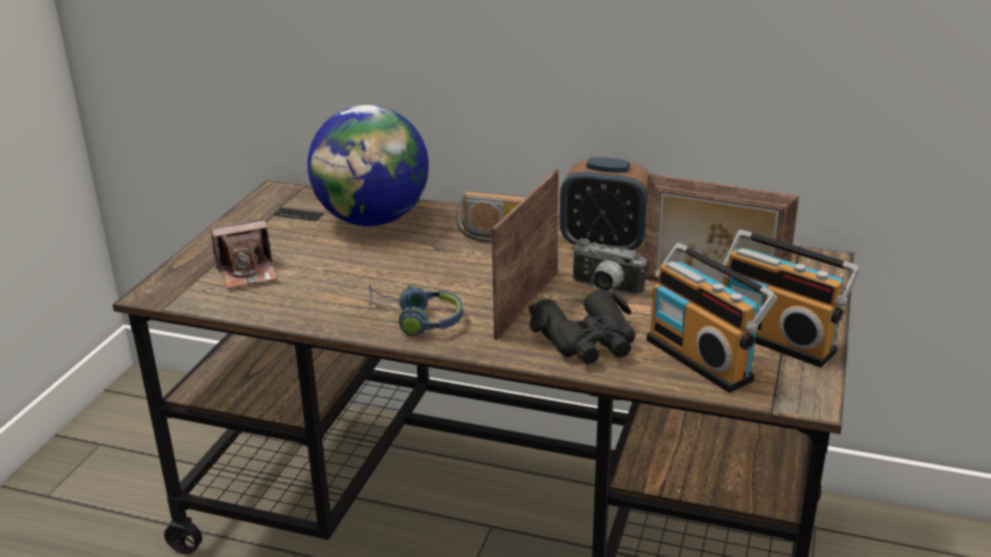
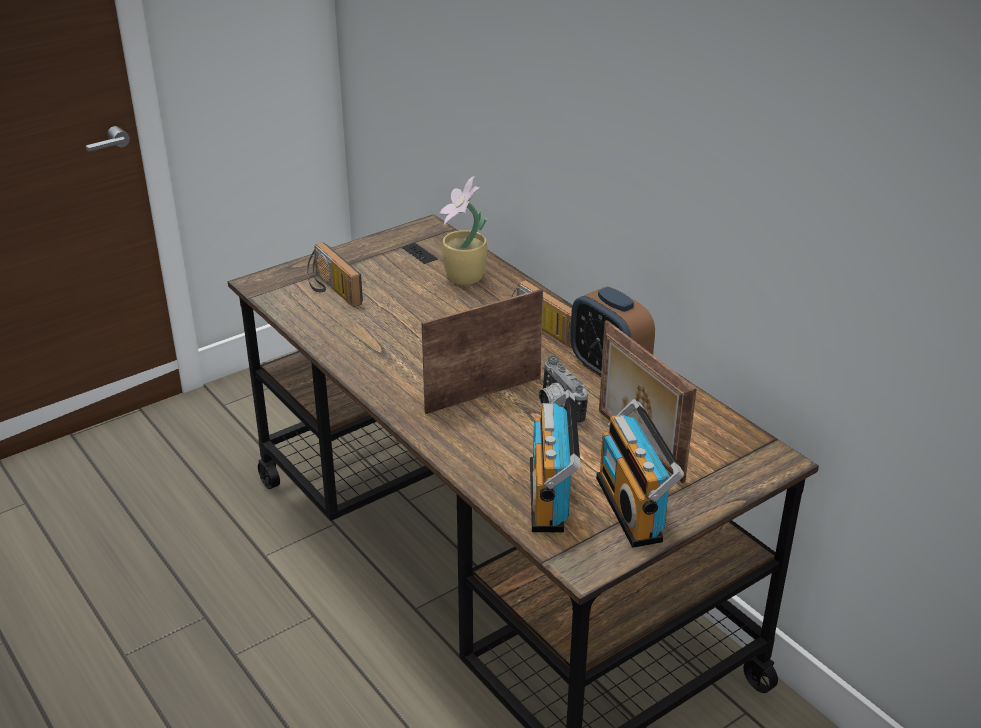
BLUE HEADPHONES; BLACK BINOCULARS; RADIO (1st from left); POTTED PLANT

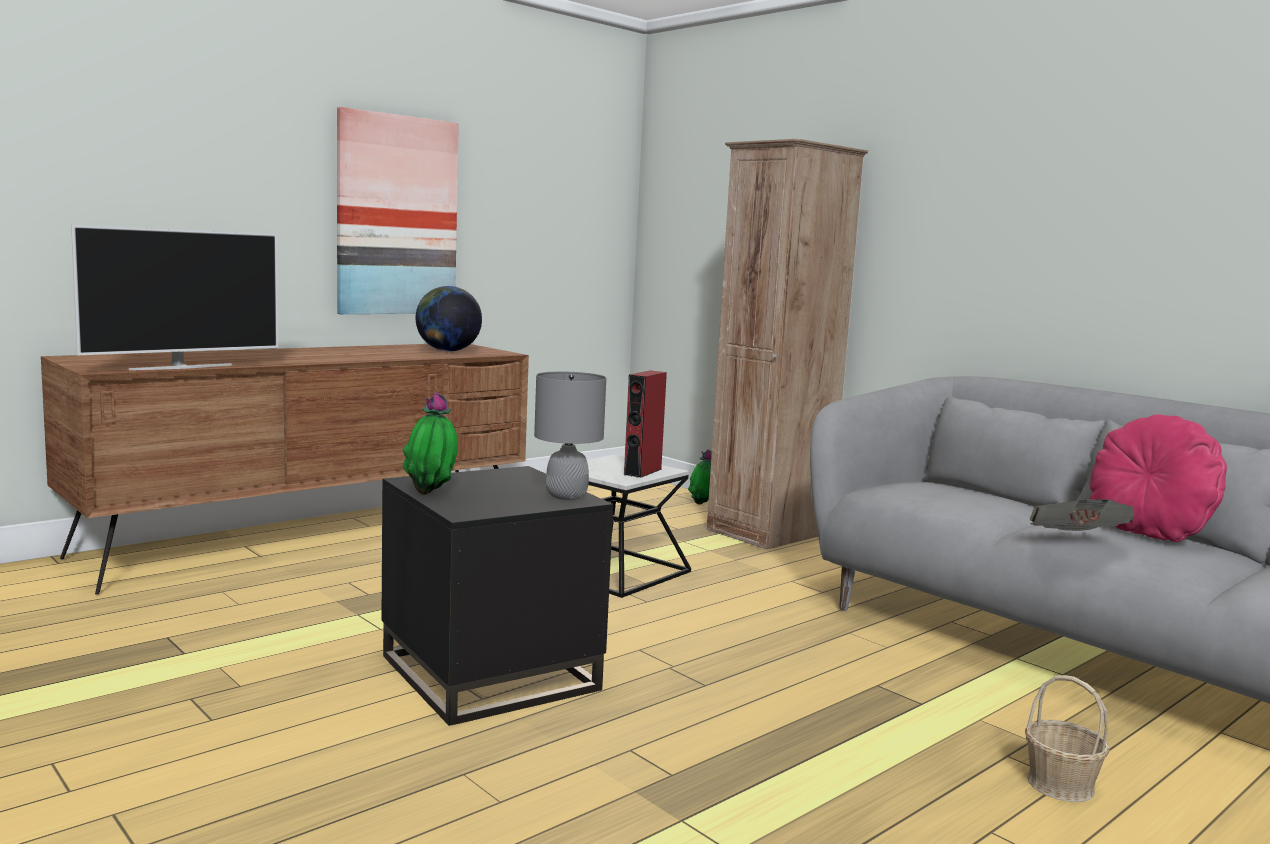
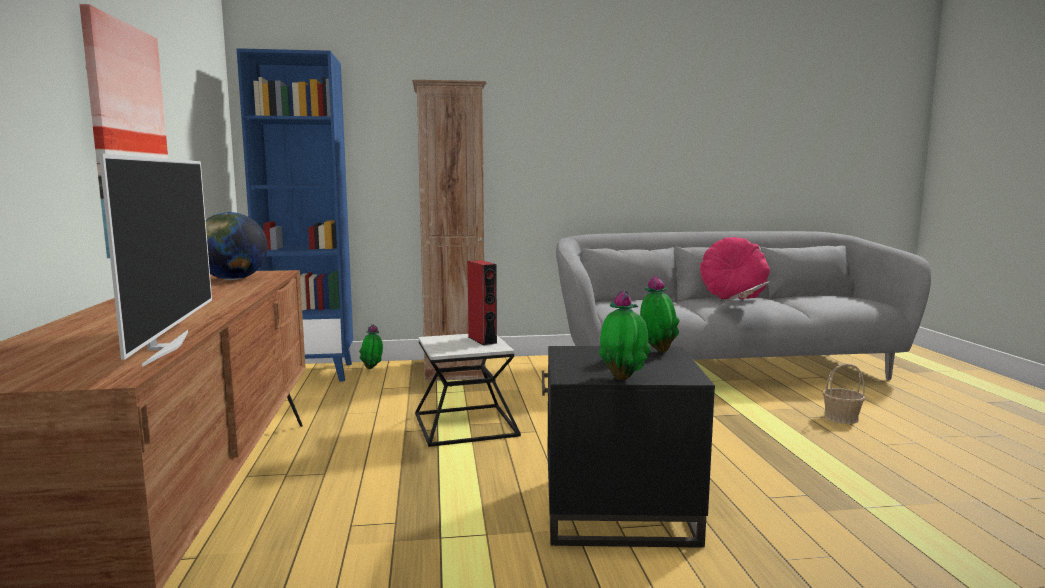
BLUE BOOKCASE; POTTED PLANT (3rd from left)

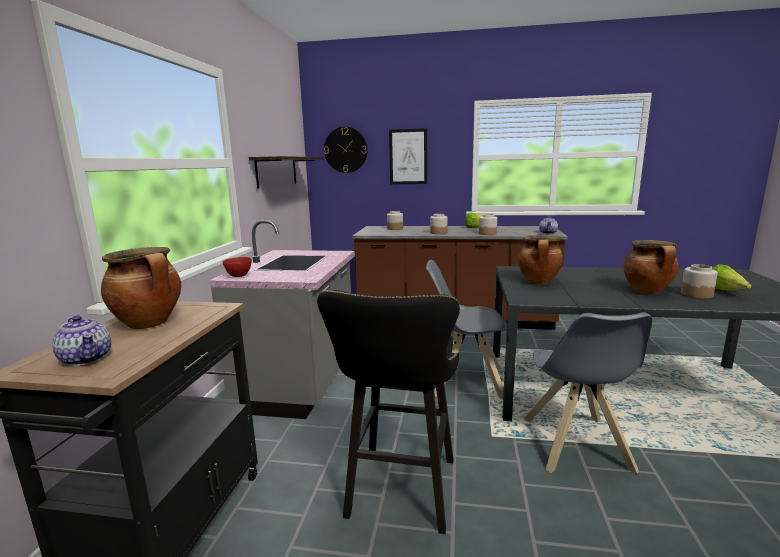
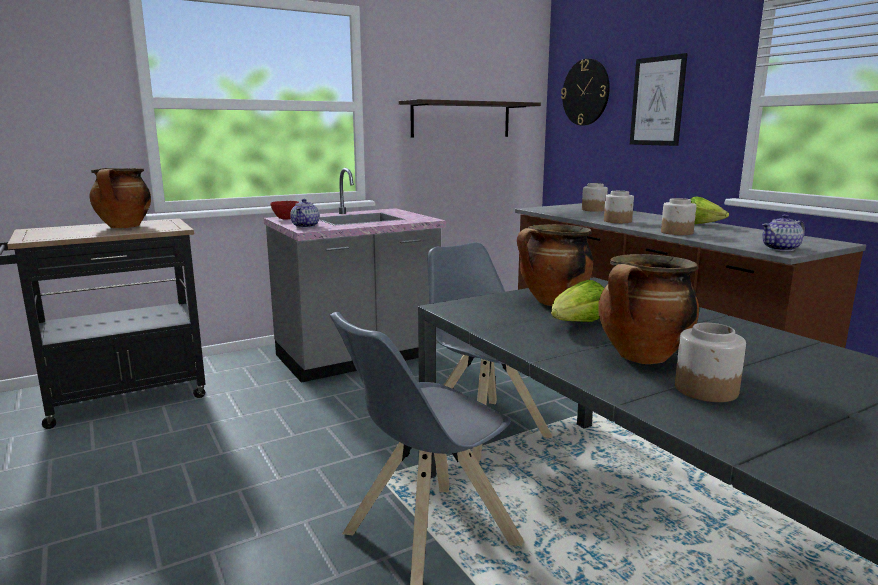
BLACK STOOL; TEAPOT (1st from left); LETTUCE (1st from left)

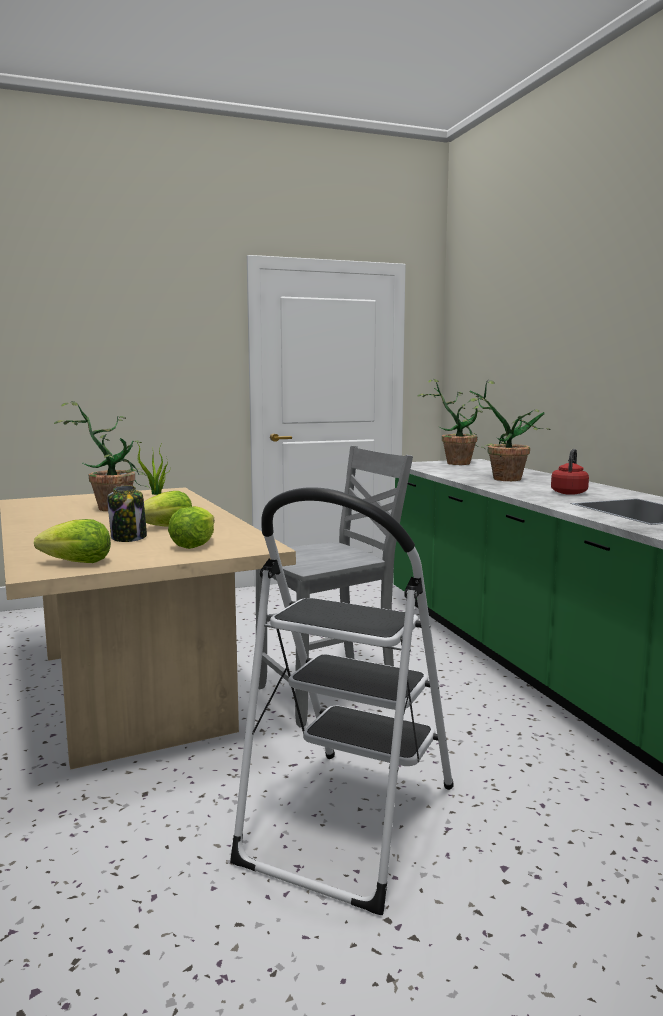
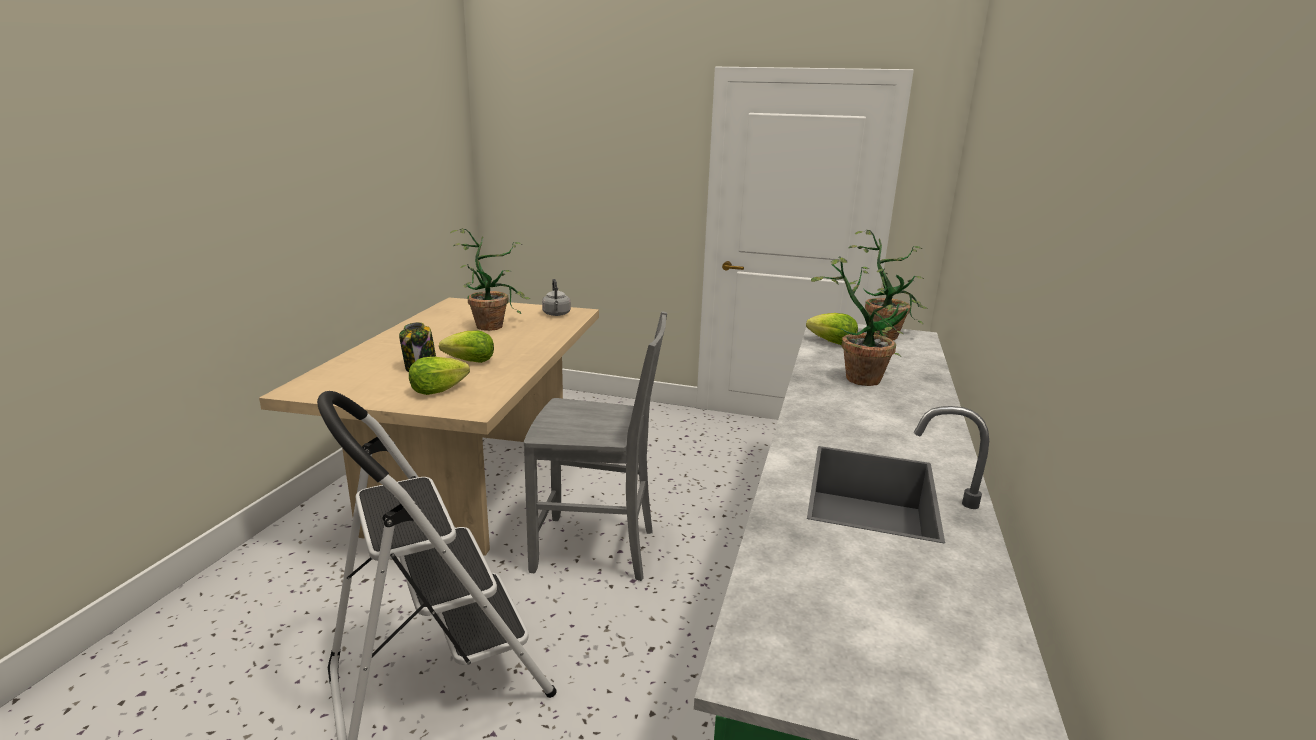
RED KETTLE; LETTUCE (3rd from left); GREY KETTLE

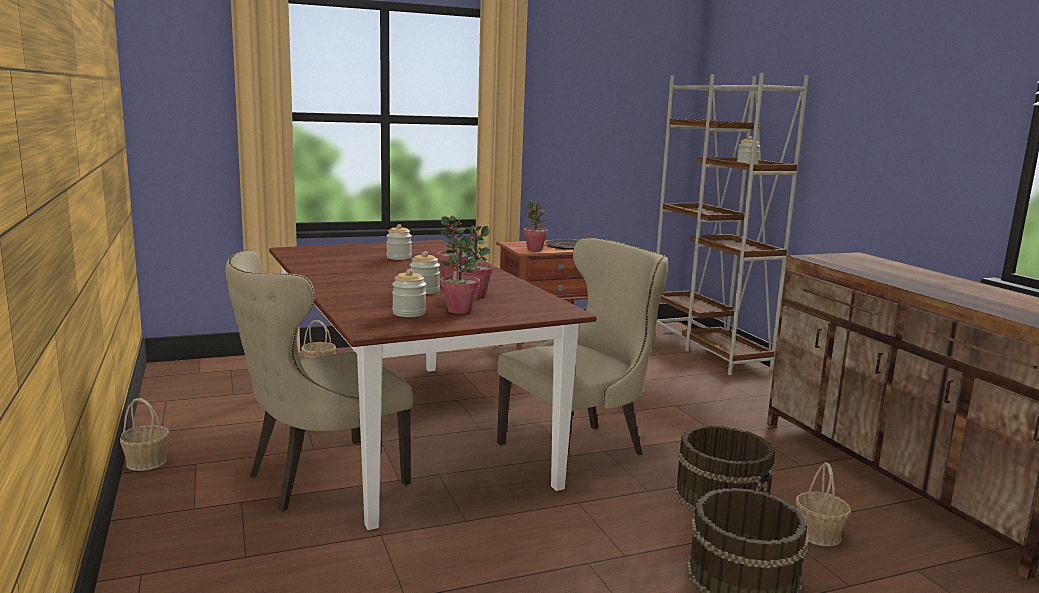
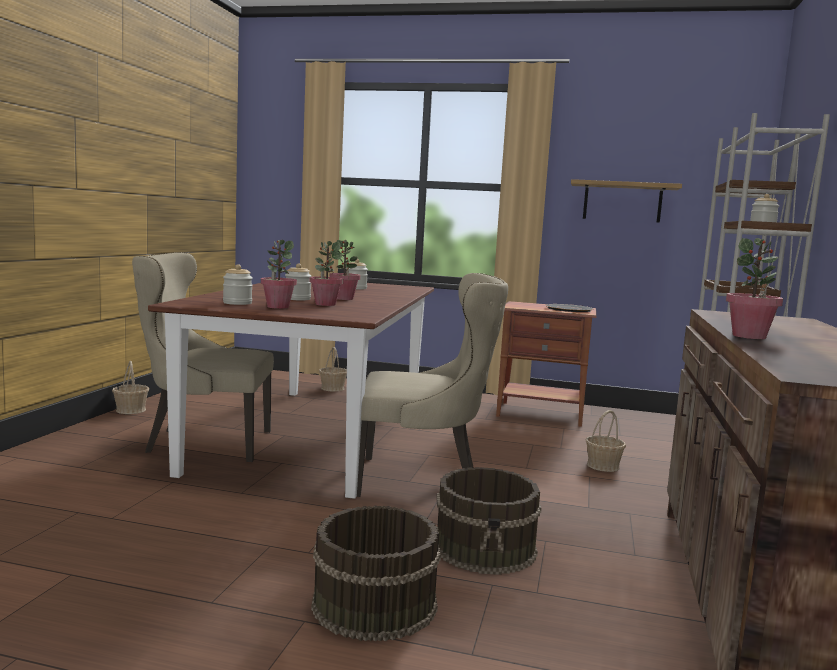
SHELF; POTTED PLANT (4th from left); BASKET (3rd from left)

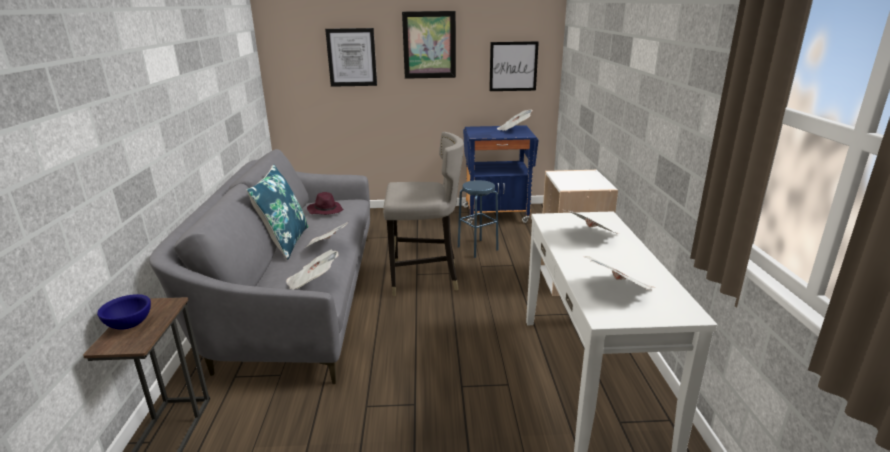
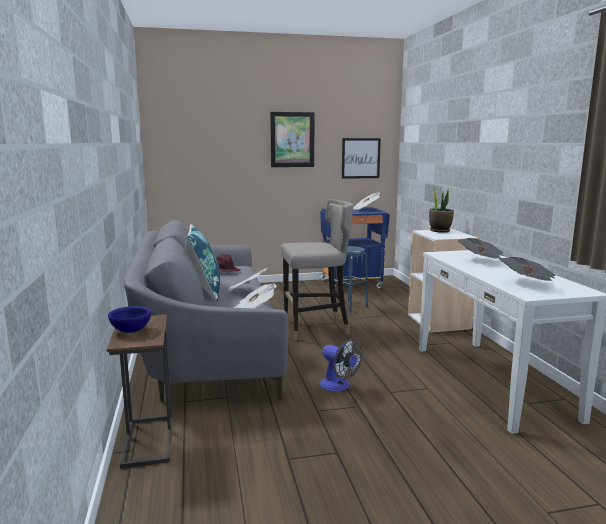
PICTURE (1st from left in the first image); FAN; POTTED PLANT

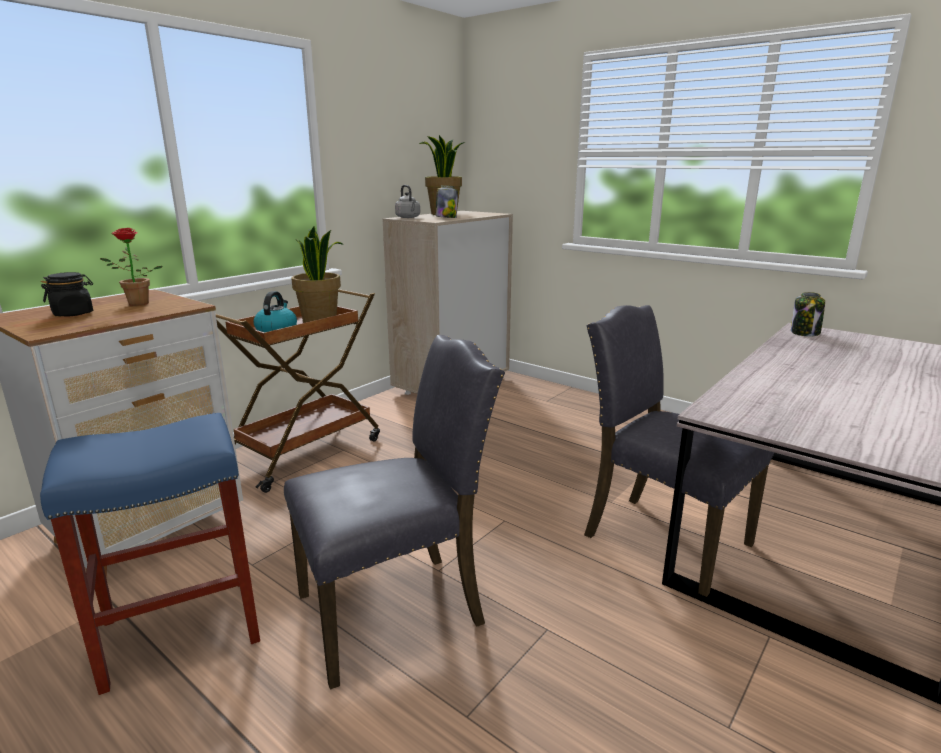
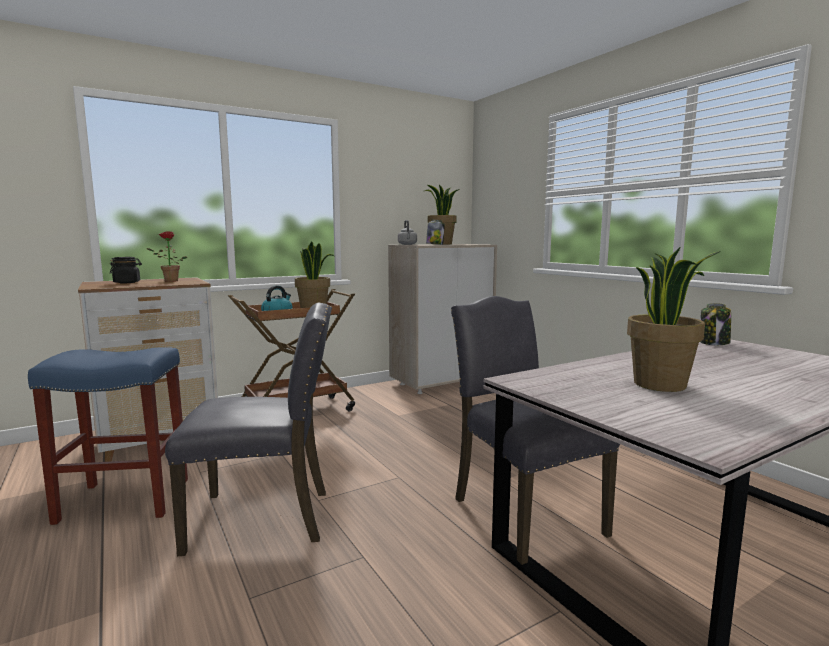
POTTED PLANT (4th from left)

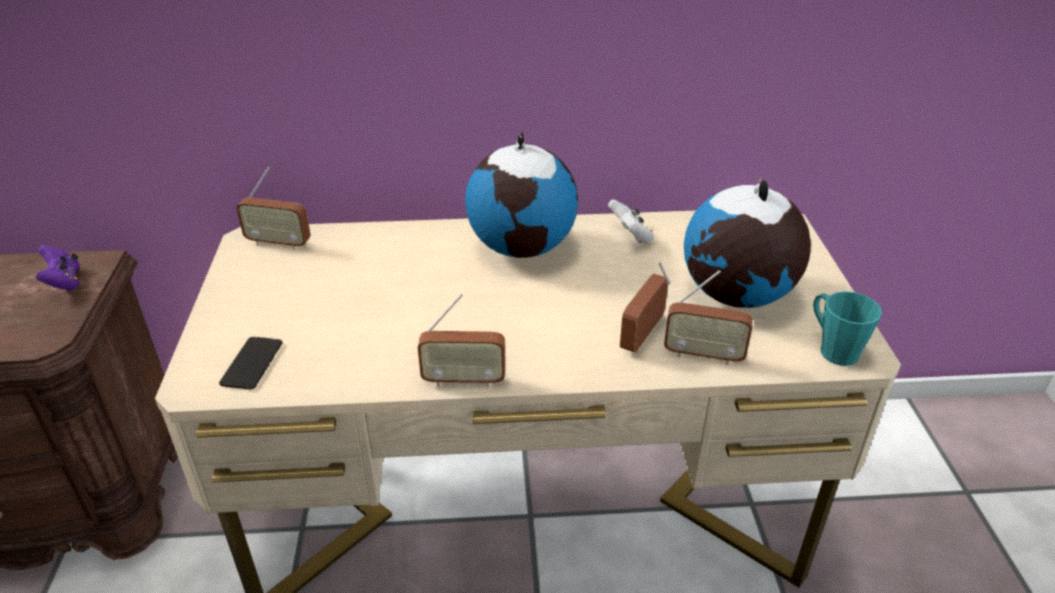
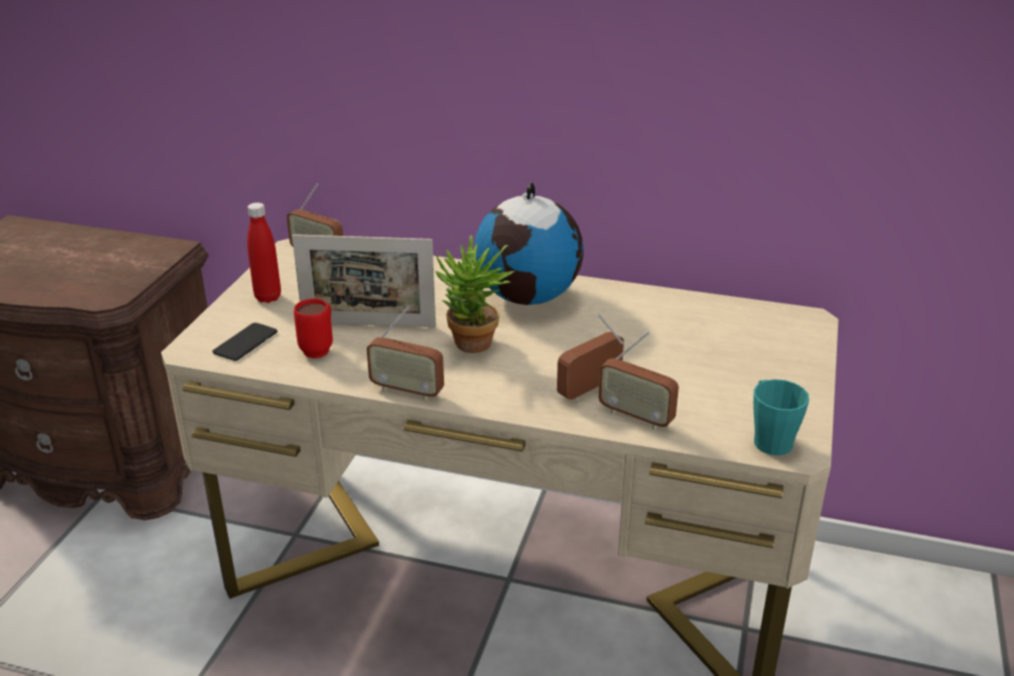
PURPLE GAME CONTROLLER; WHITE GAME CONTROLLER; GLOBE (2nd from left in the first image); RED BOTTLE; PICTURE FRAME; RED MUG; POTTED PLANT

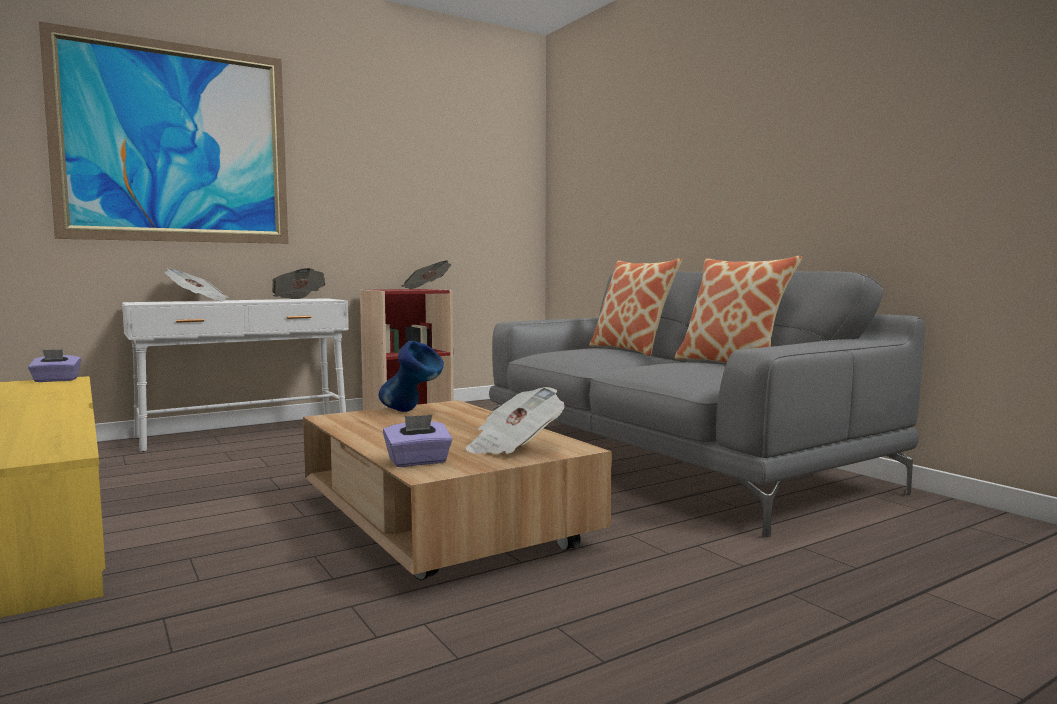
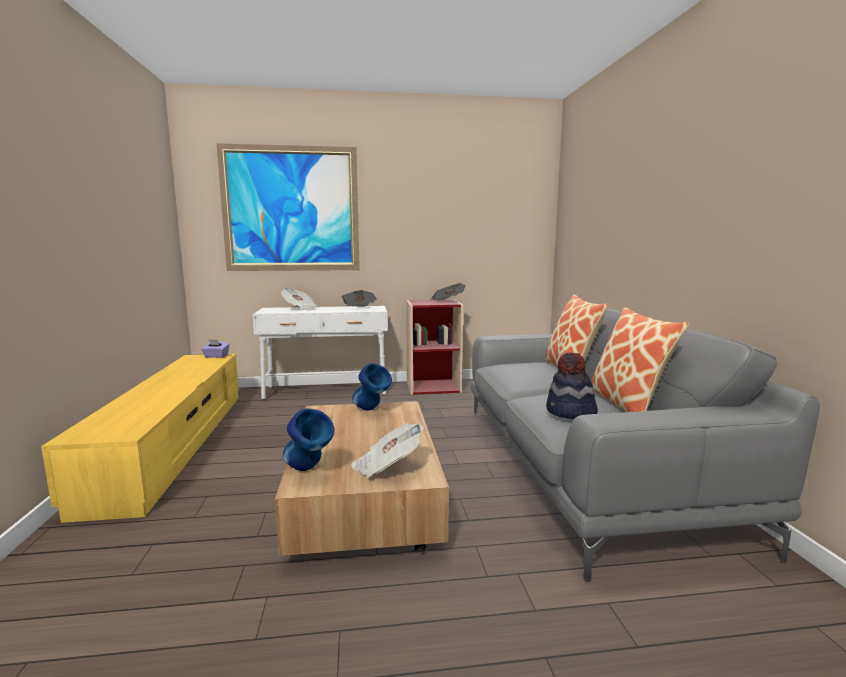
HAT; BLUE VASE (1st from left)

